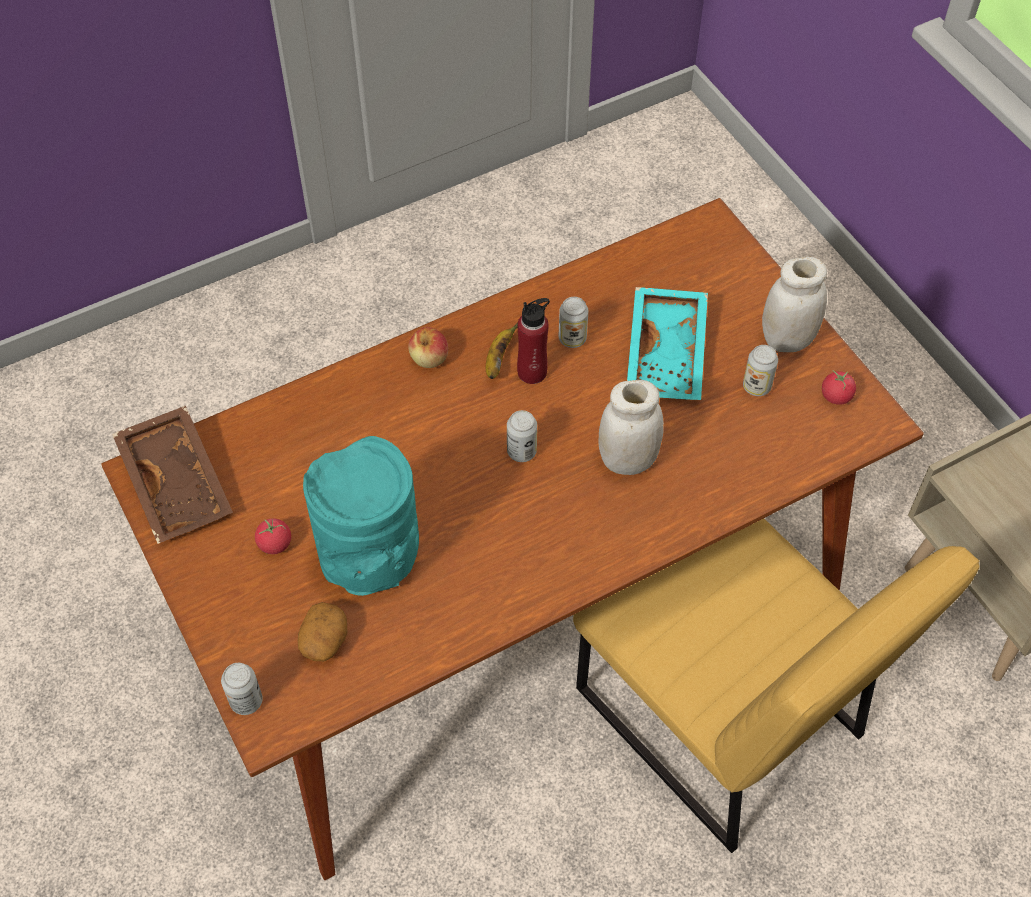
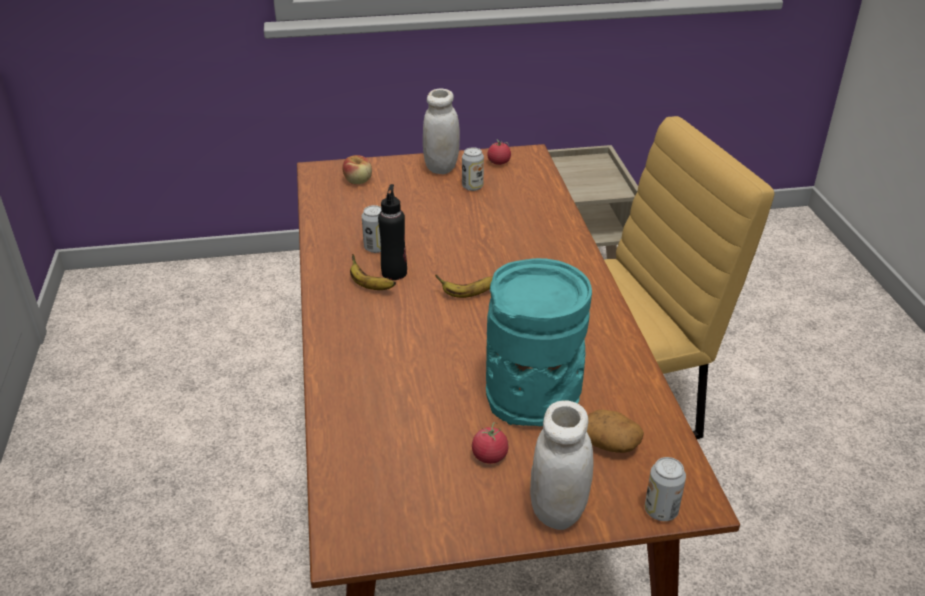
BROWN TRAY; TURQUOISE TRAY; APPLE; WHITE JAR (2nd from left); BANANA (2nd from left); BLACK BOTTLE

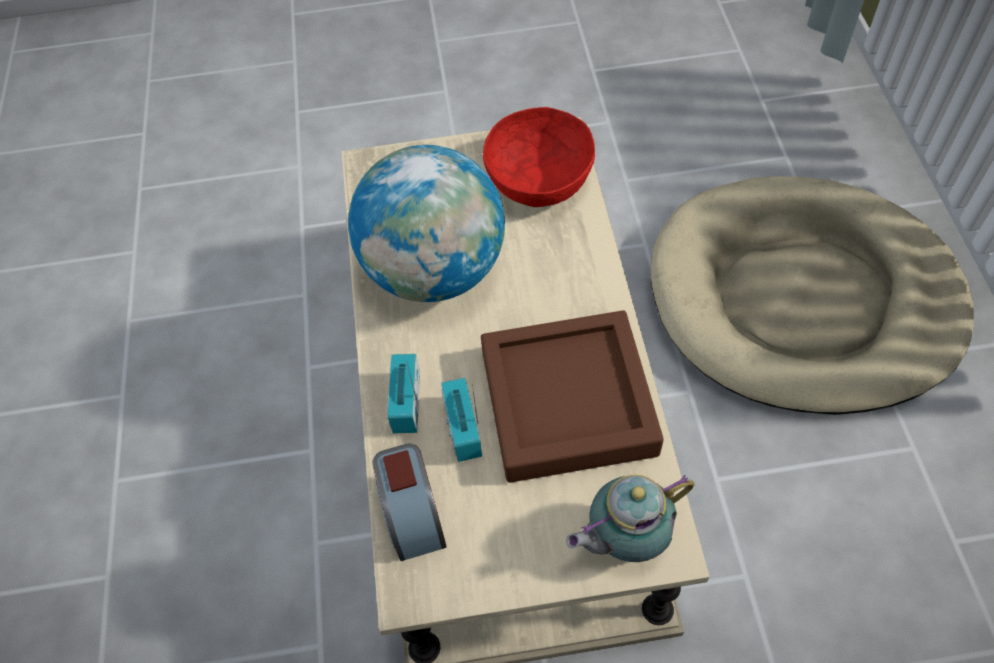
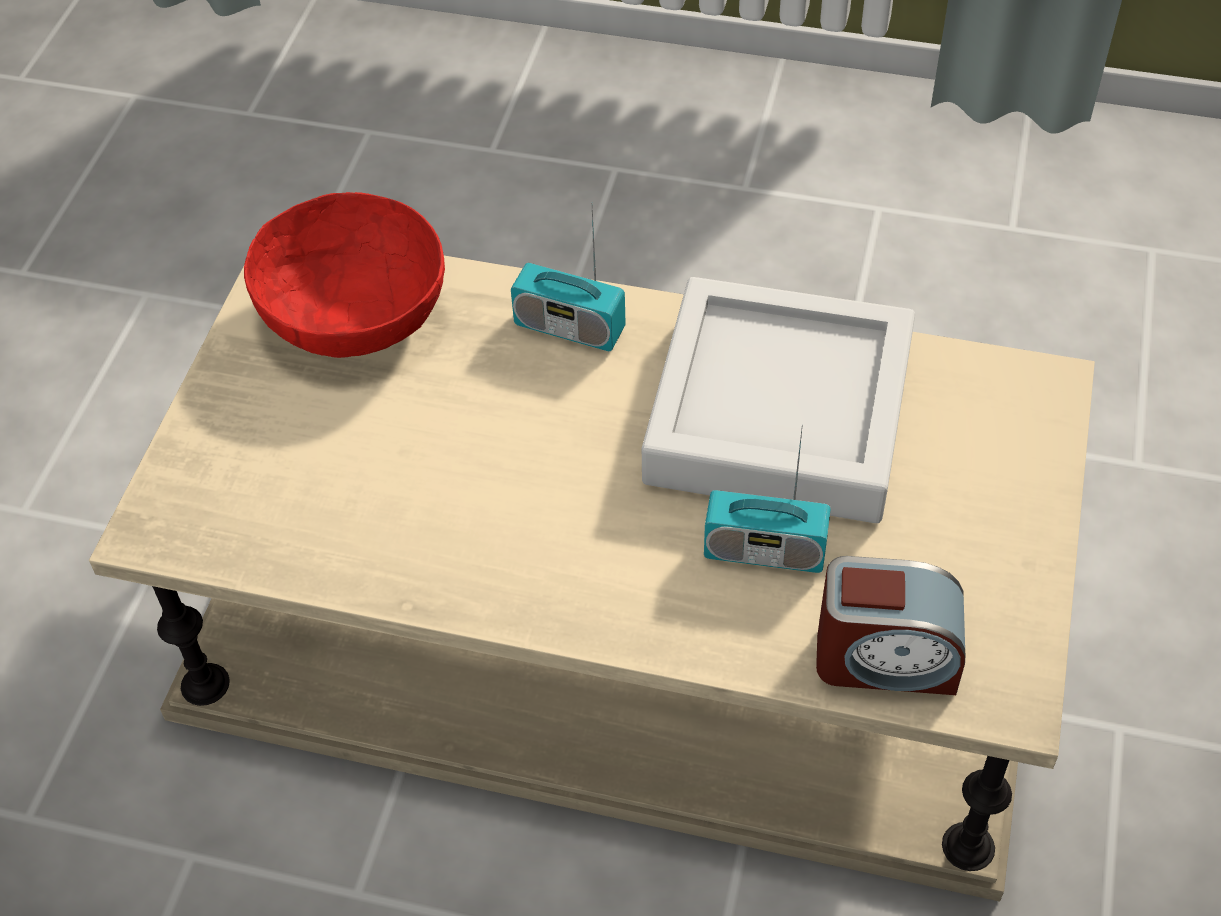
GLOBE; TEAPOT; BEIGE DOG BED; RADIO (1st from left); GREY TRAY

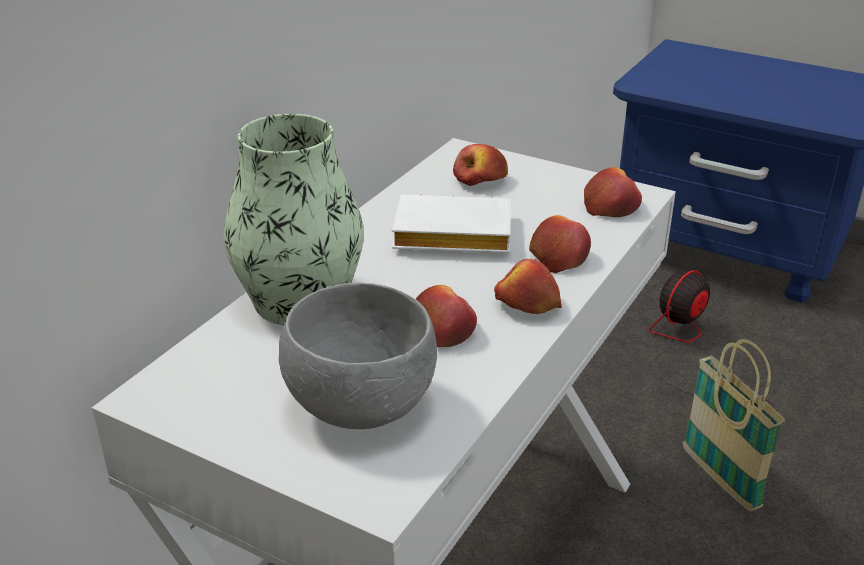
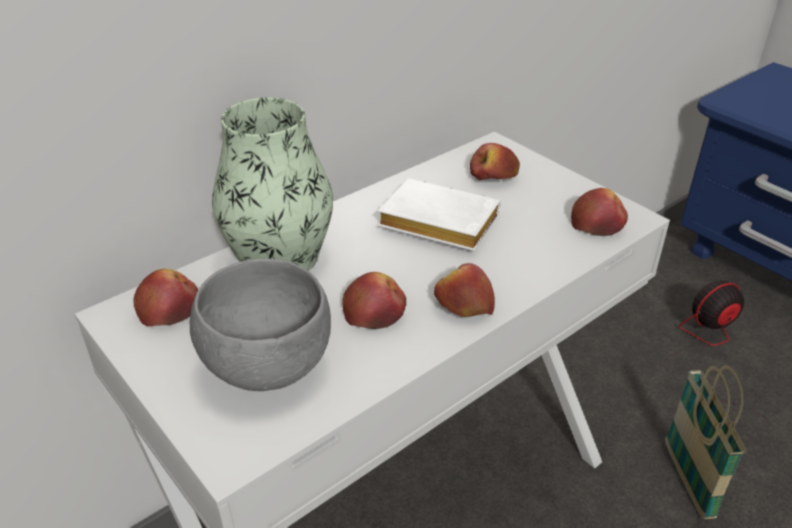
APPLE (1st from left)

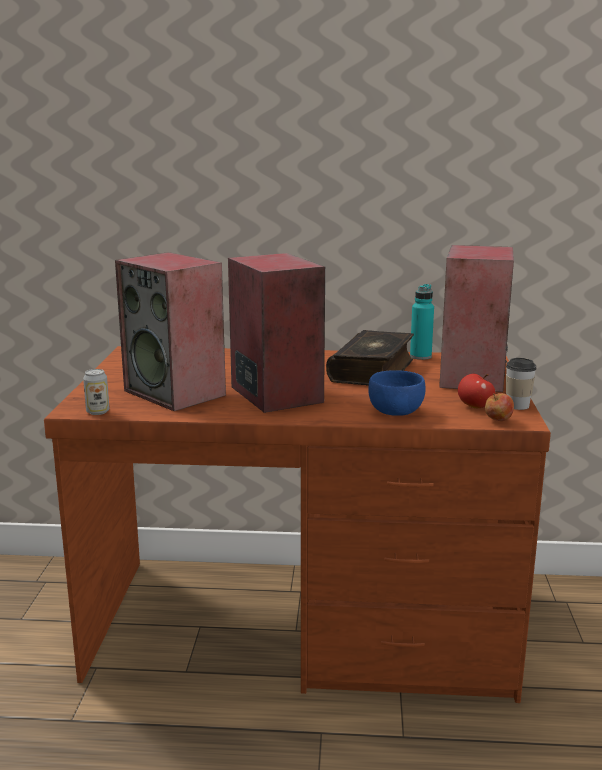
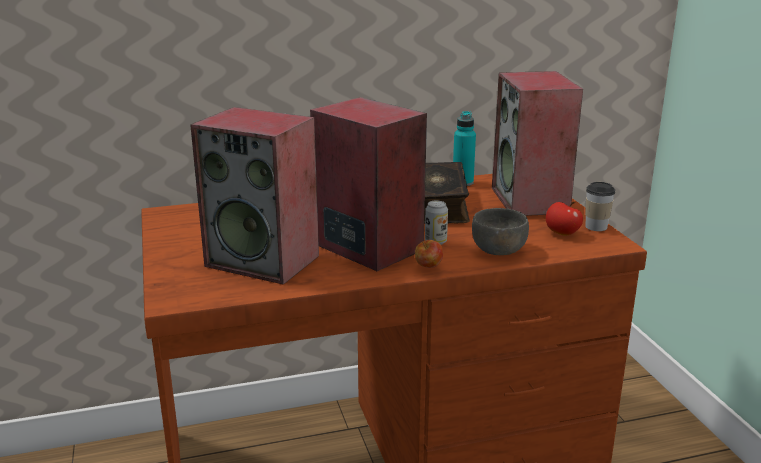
CAN; APPLE (1st from left); GREY BOWL

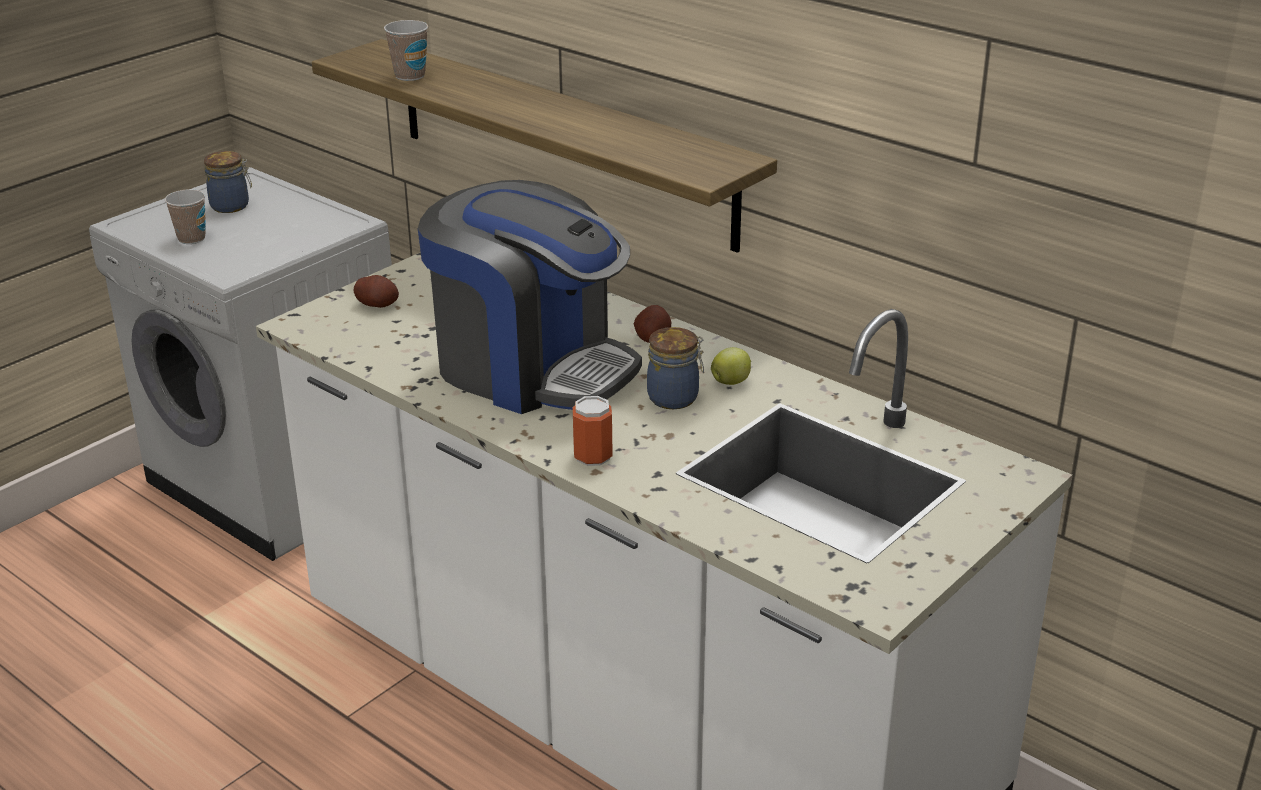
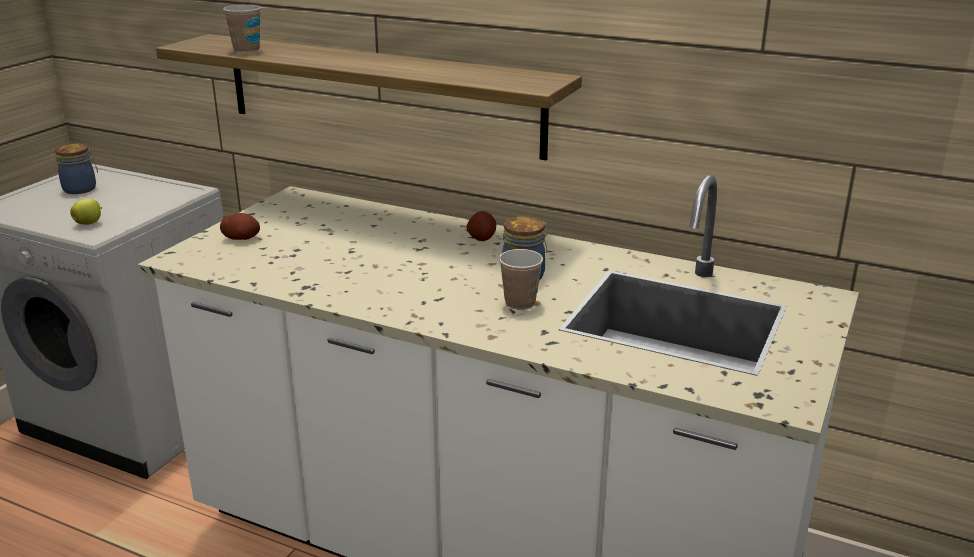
COFFEE MACHINE; CAN; CUP (2nd from left); APPLE

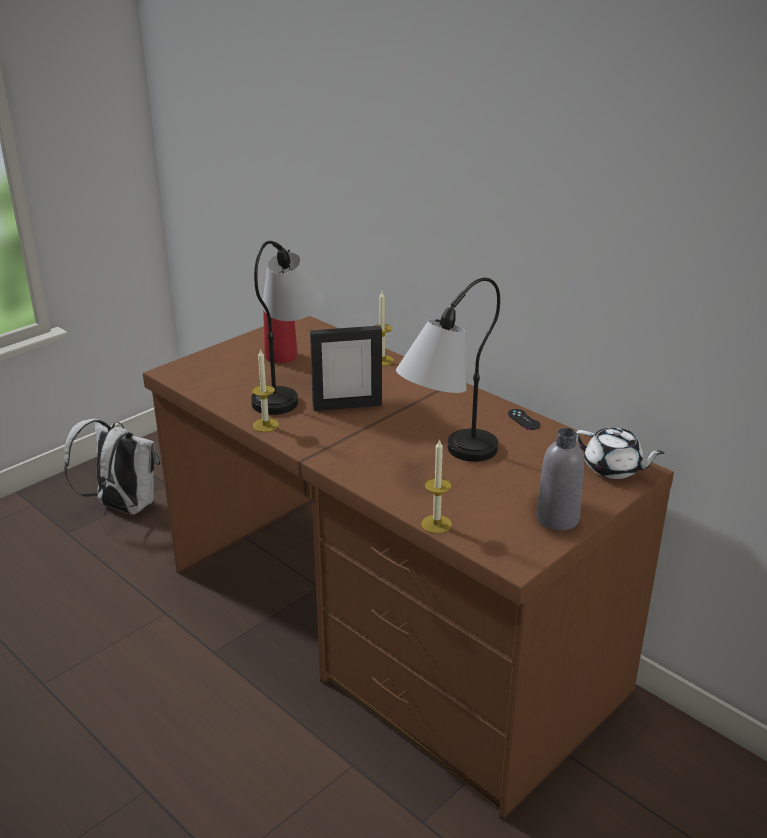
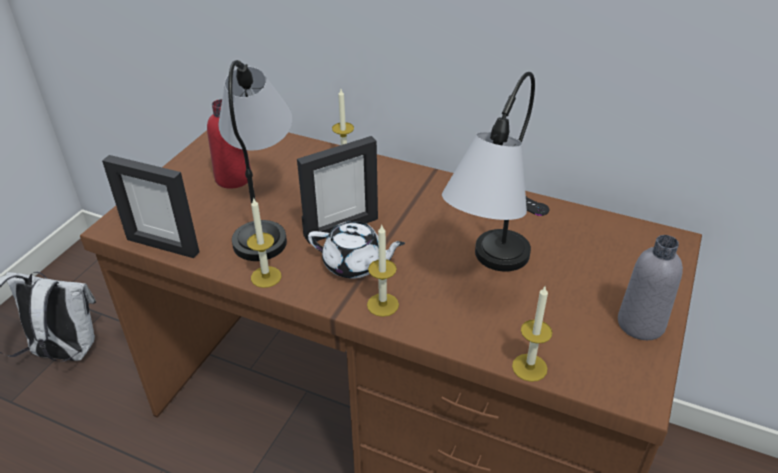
PICTURE FRAME (1st from left); CANDLE (3rd from left); WHITE TEAPOT

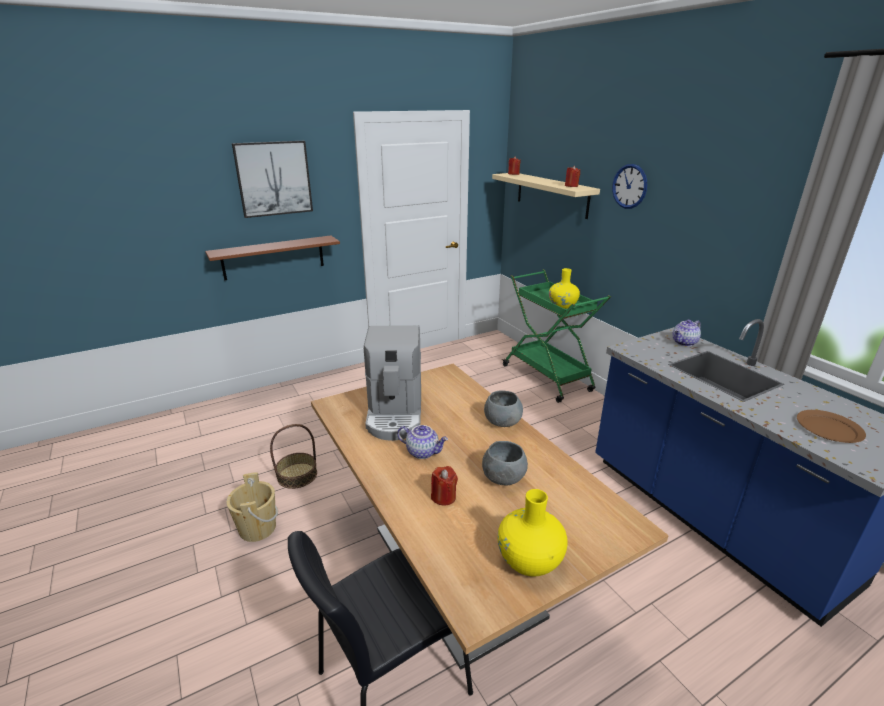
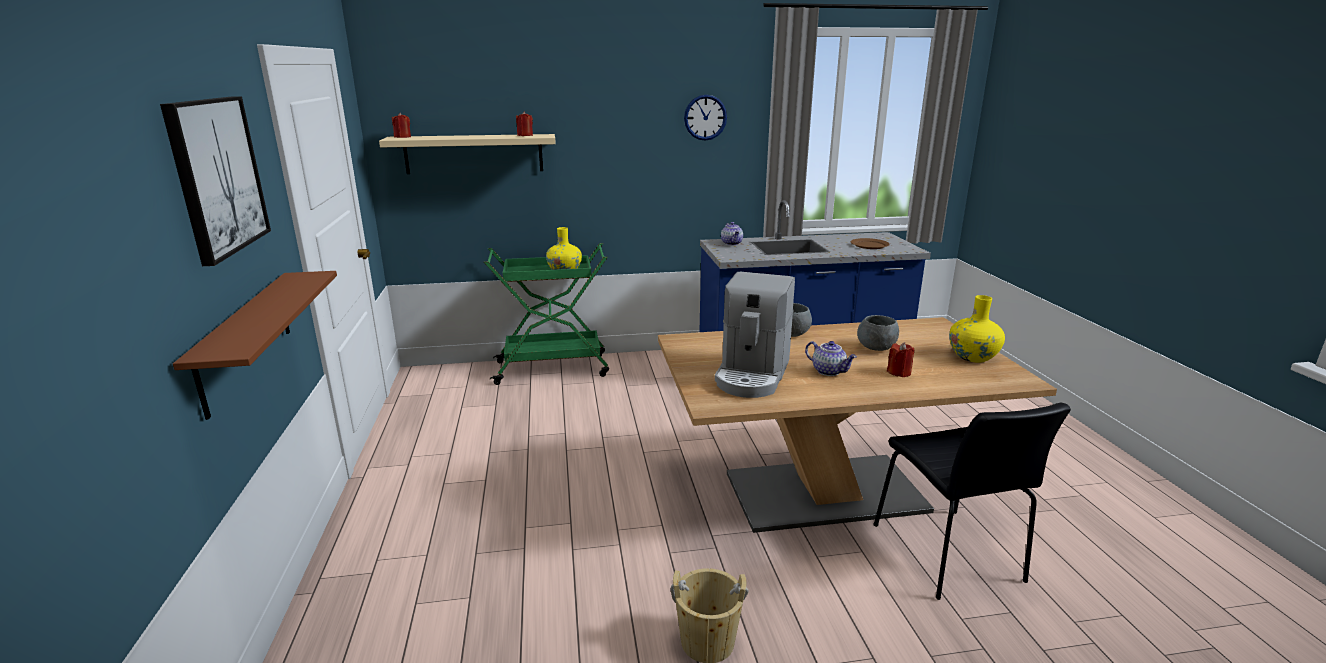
BASKET; WALL CLOCK; COFFEE MACHINE; TEAPOT (2nd from left)

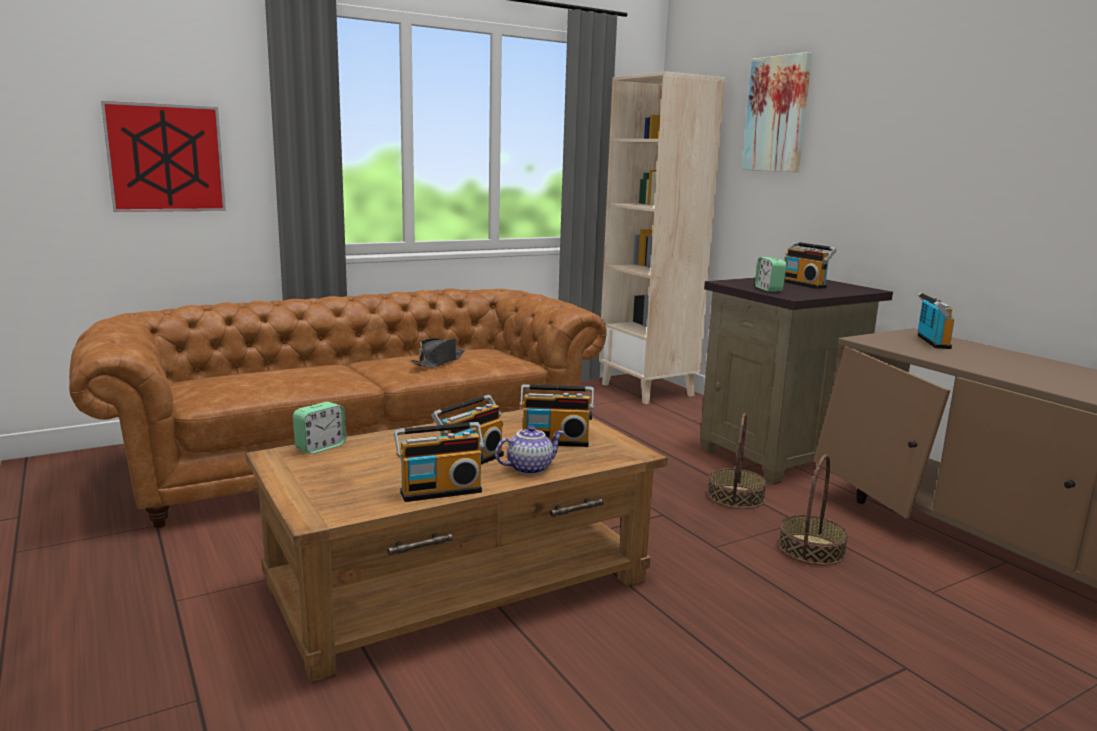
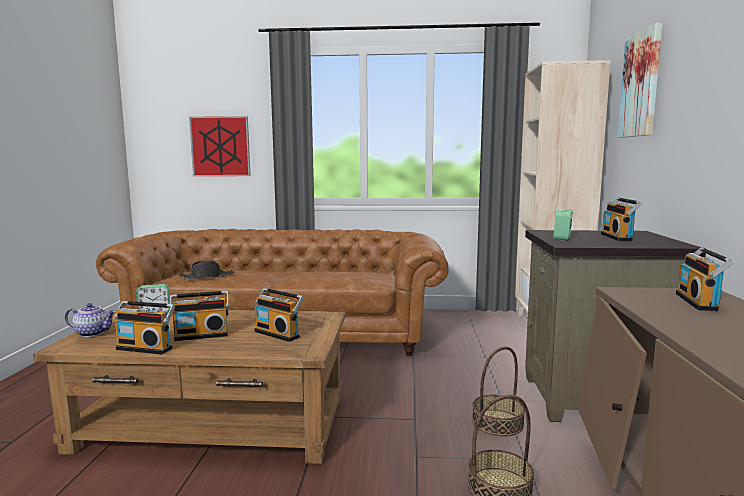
BLACK HAT; TEAPOT; RADIO (5th from left)

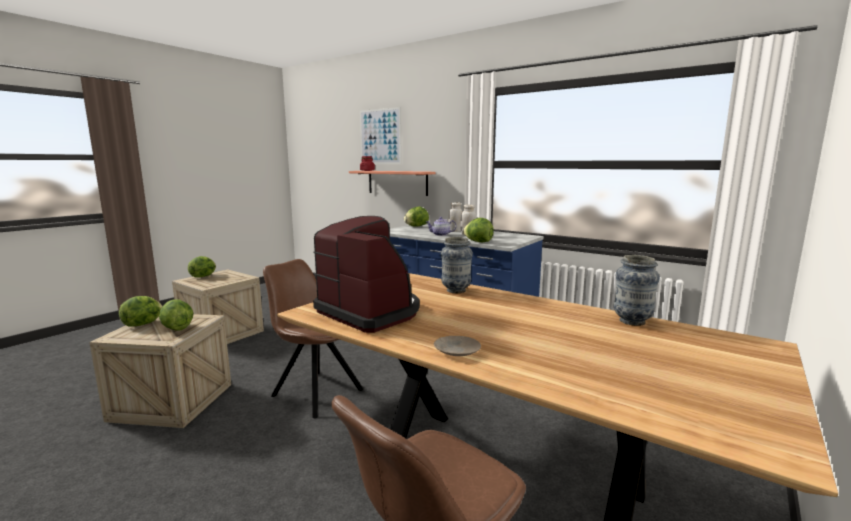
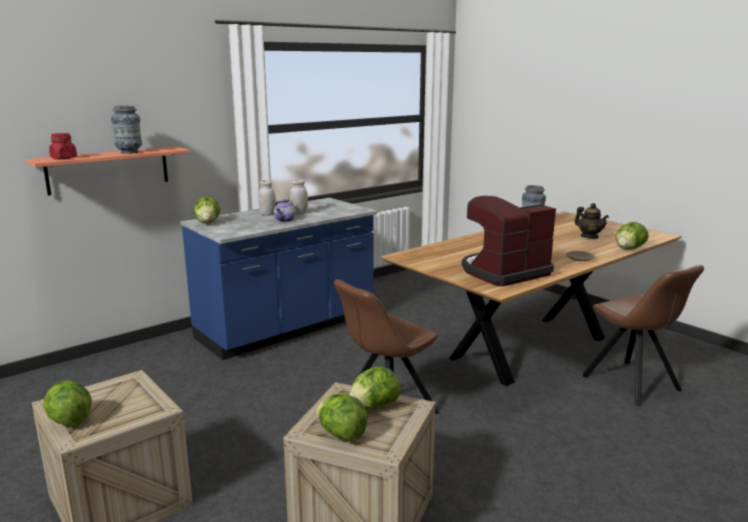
PICTURE; TEAPOT (2nd from left); VASE (1st from left); LETTUCE (5th from left)

